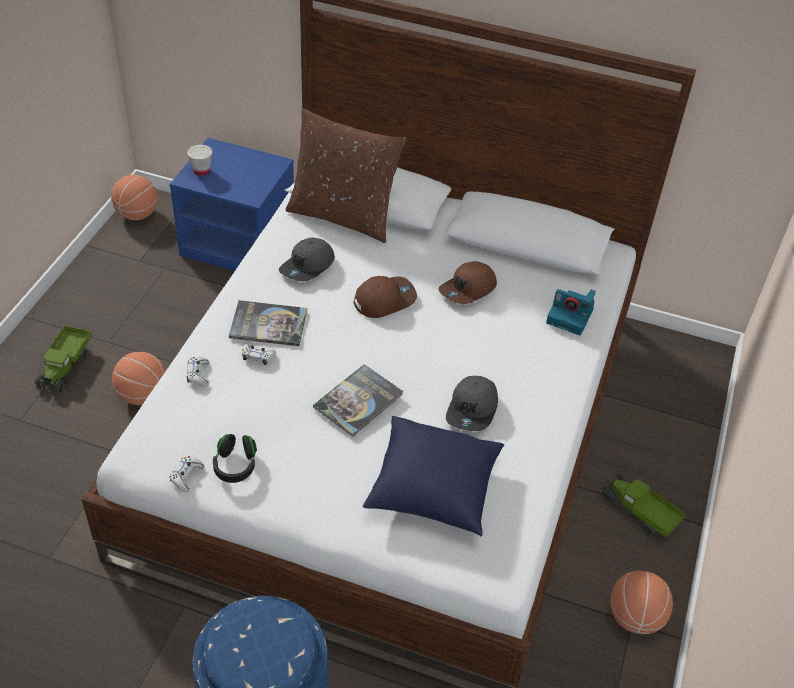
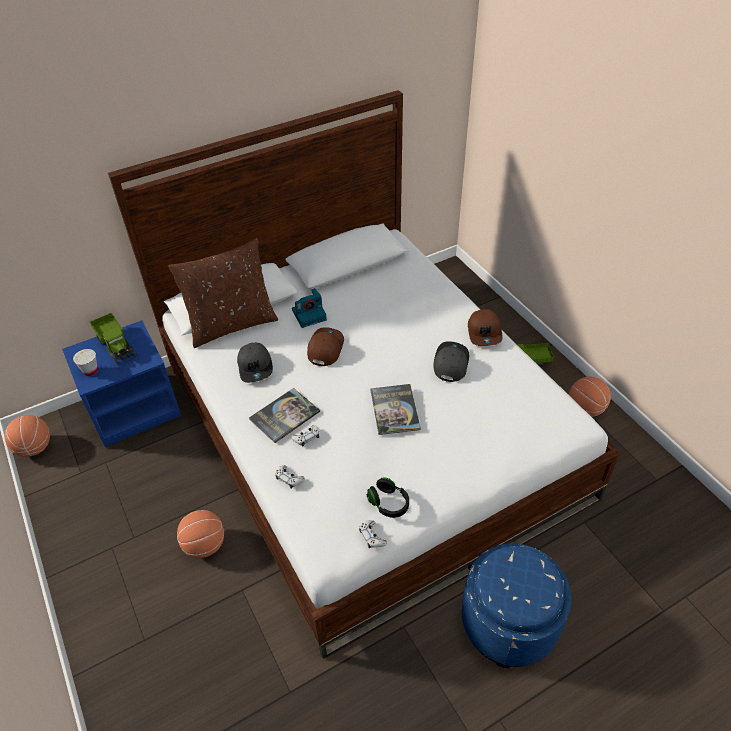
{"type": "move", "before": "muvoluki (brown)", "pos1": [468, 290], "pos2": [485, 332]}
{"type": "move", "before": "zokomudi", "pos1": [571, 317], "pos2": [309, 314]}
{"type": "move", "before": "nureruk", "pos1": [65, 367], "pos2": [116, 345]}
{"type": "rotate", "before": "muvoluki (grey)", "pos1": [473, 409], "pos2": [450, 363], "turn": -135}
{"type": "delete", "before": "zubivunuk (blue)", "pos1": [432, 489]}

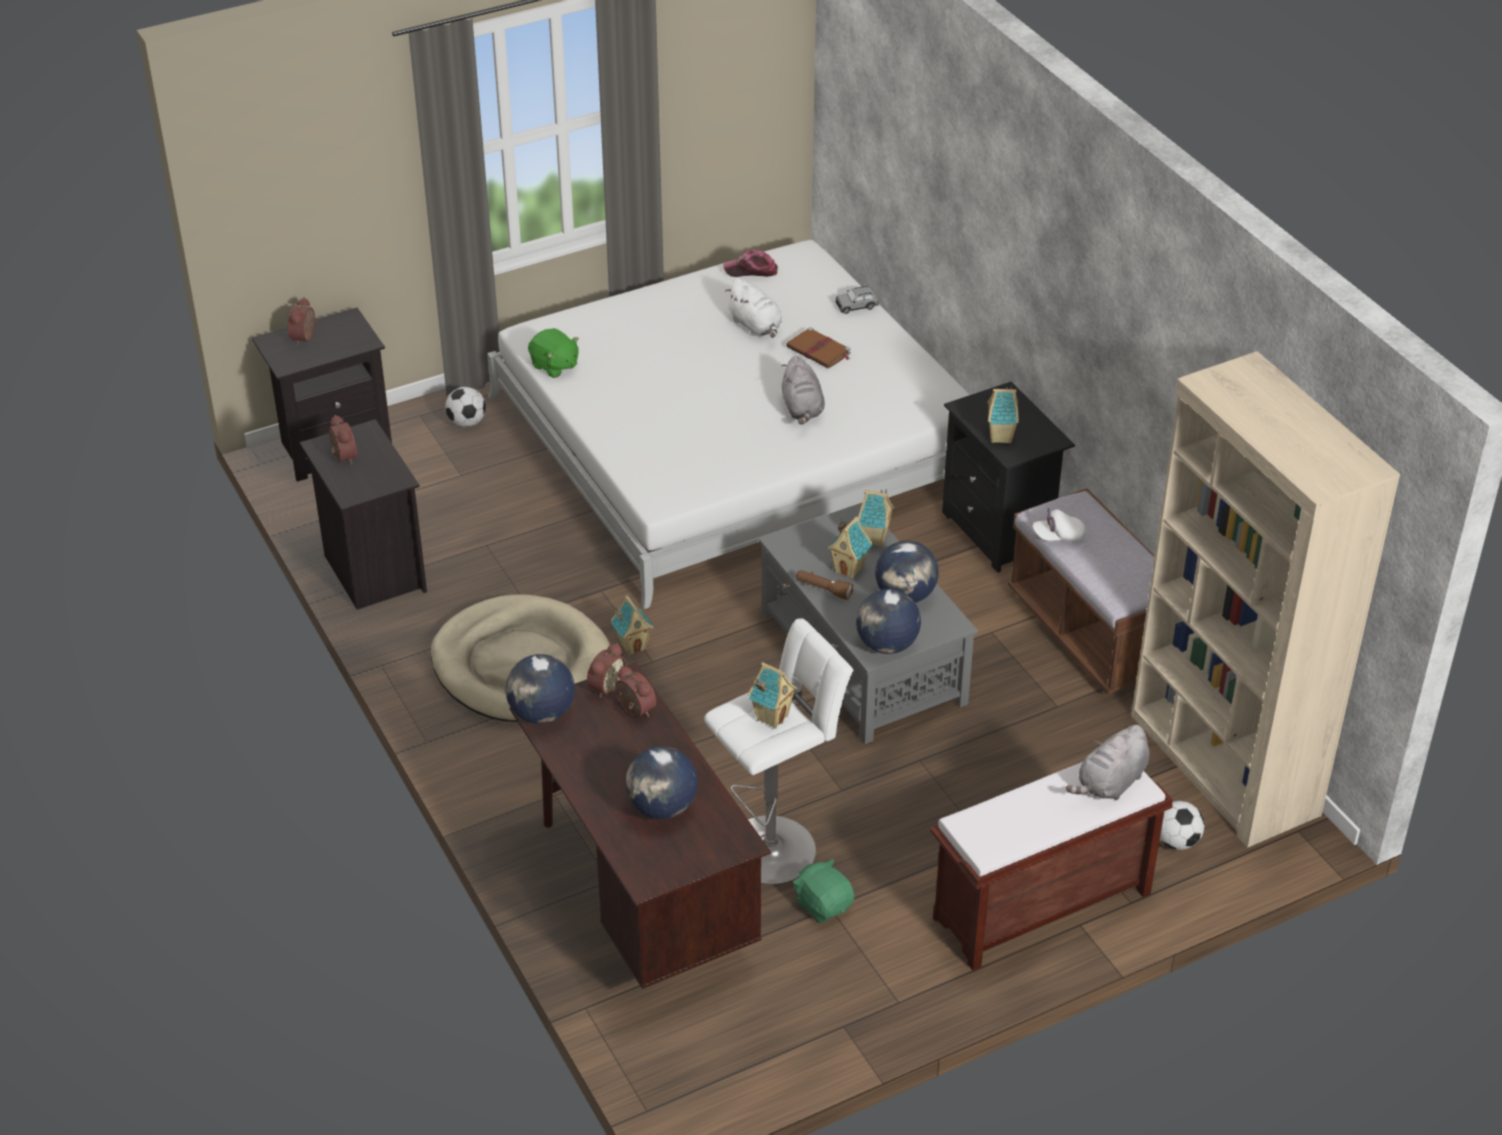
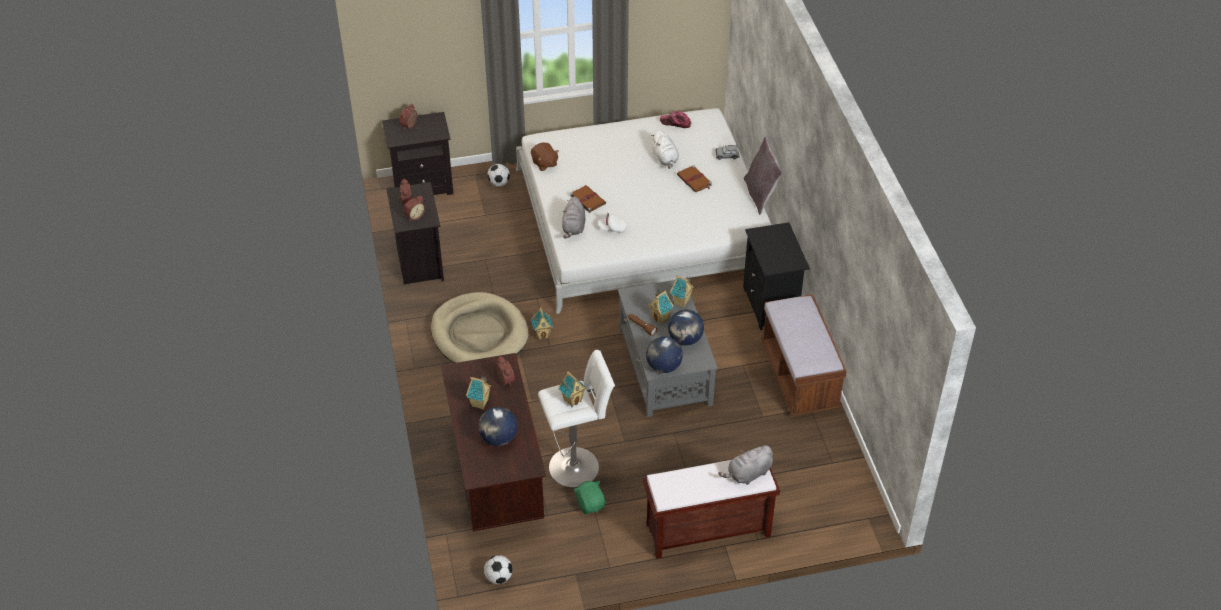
{"type": "recolor", "before": "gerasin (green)", "after": "gerasin (brown)", "pos1": [554, 366], "pos2": [544, 163]}
{"type": "delete", "before": "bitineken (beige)", "pos1": [1223, 766]}
{"type": "move", "before": "gerasin (grey)", "pos1": [802, 409], "pos2": [573, 227]}
{"type": "move", "before": "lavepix", "pos1": [1001, 437], "pos2": [480, 404]}
{"type": "move", "before": "muvoluki (white)", "pos1": [1058, 536], "pos2": [612, 228]}
{"type": "move", "before": "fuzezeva", "pos1": [605, 686], "pos2": [414, 216]}
{"type": "delete", "before": "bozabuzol", "pos1": [541, 713]}
{"type": "move", "before": "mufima", "pos1": [1176, 841], "pos2": [499, 577]}
{"type": "insert", "after": "zubivunuk (grey)", "pos2": [760, 195]}
{"type": "insert", "after": "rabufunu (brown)", "pos2": [587, 199]}

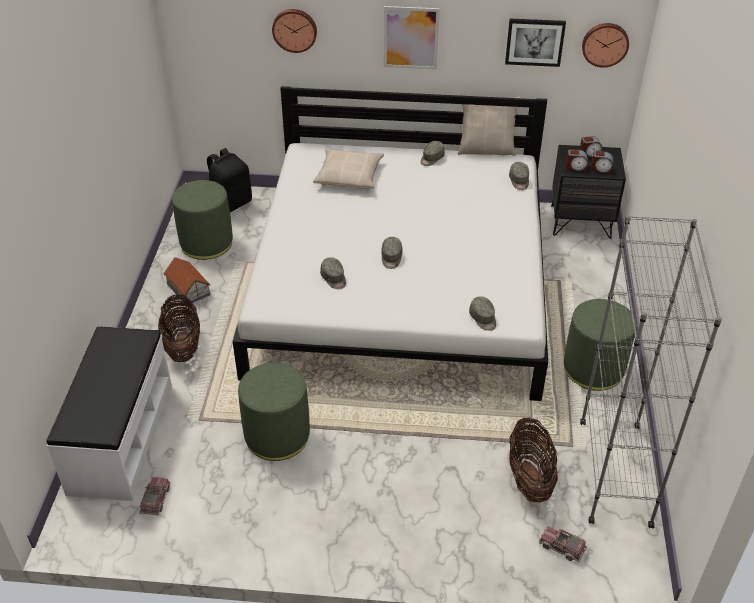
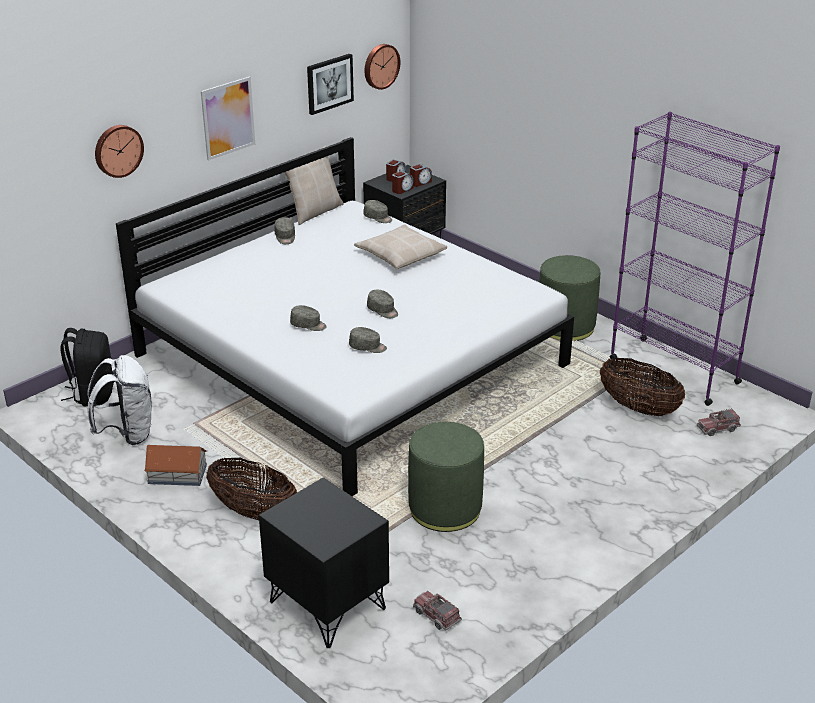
{"type": "move", "before": "zubivunuk (beige)", "pos1": [349, 175], "pos2": [400, 255]}
{"type": "replace", "before": "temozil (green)", "after": "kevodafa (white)", "pos1": [206, 243], "pos2": [127, 434]}
{"type": "recolor", "before": "bitineken (grey)", "after": "bitineken (purple)", "pos1": [615, 471], "pos2": [673, 370]}
{"type": "move", "before": "muvoluki (grey)", "pos1": [483, 319], "pos2": [308, 325]}
{"type": "replace", "before": "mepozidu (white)", "after": "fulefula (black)", "pos1": [120, 437], "pos2": [326, 606]}

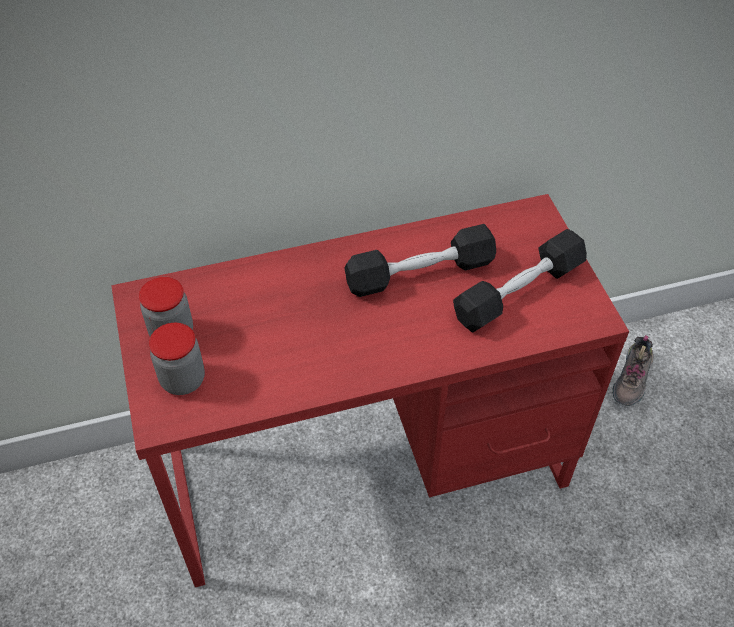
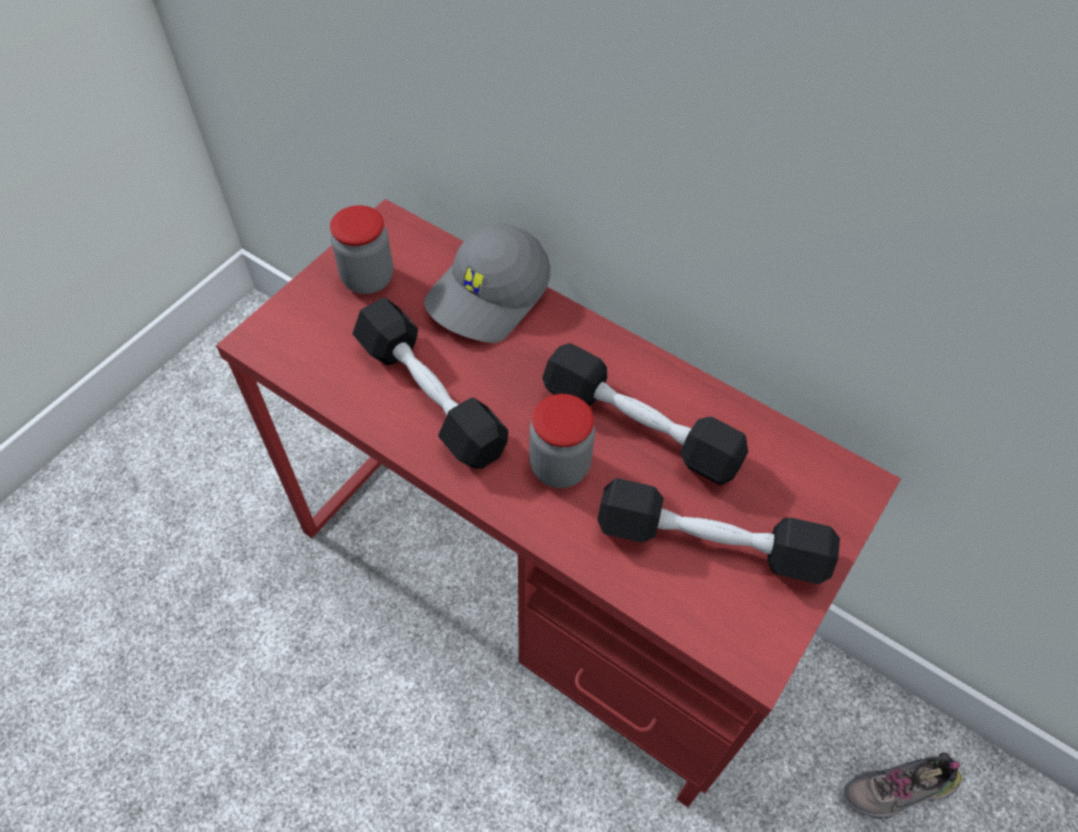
{"type": "move", "before": "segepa", "pos1": [183, 380], "pos2": [559, 466]}
{"type": "insert", "after": "muvoluki (grey)", "pos2": [489, 296]}
{"type": "insert", "after": "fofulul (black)", "pos2": [430, 396]}

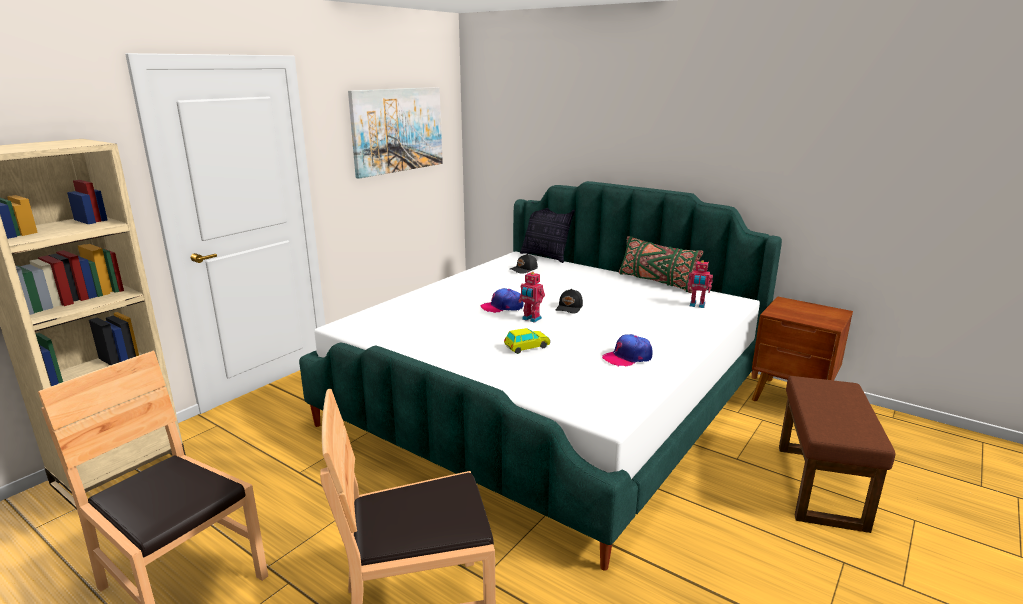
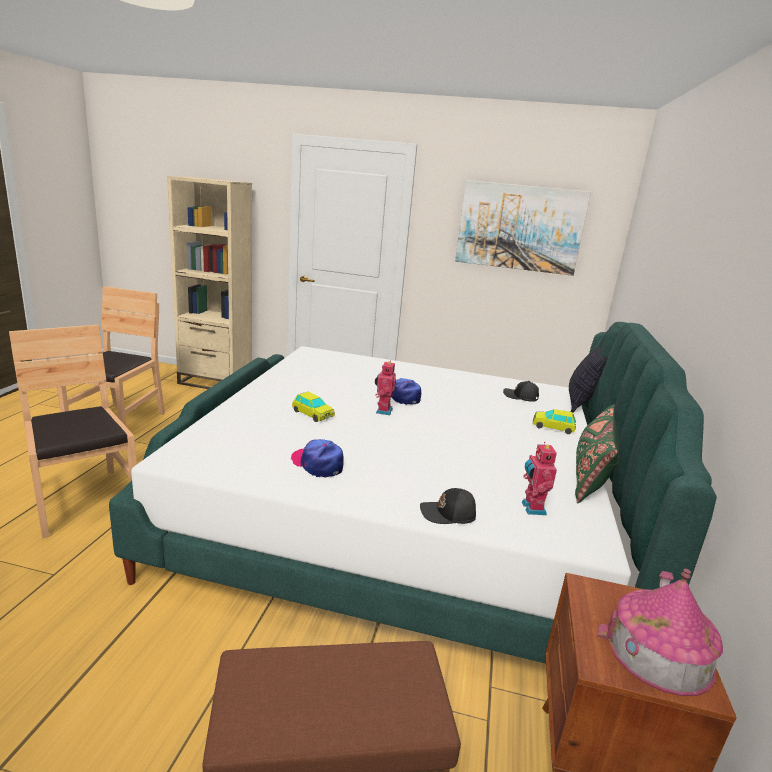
{"type": "move", "before": "muvoluki (black)", "pos1": [569, 308], "pos2": [448, 514]}
{"type": "insert", "after": "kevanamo", "pos2": [553, 427]}
{"type": "insert", "after": "lavepix", "pos2": [659, 651]}

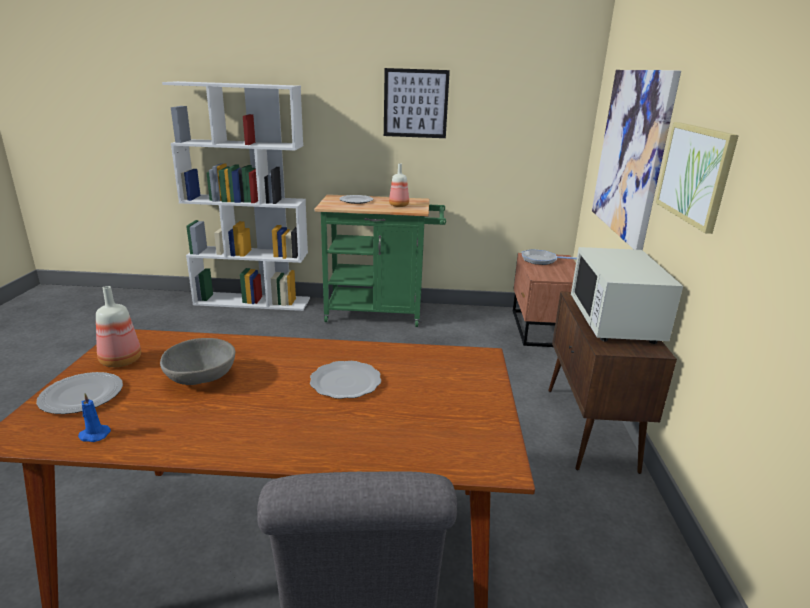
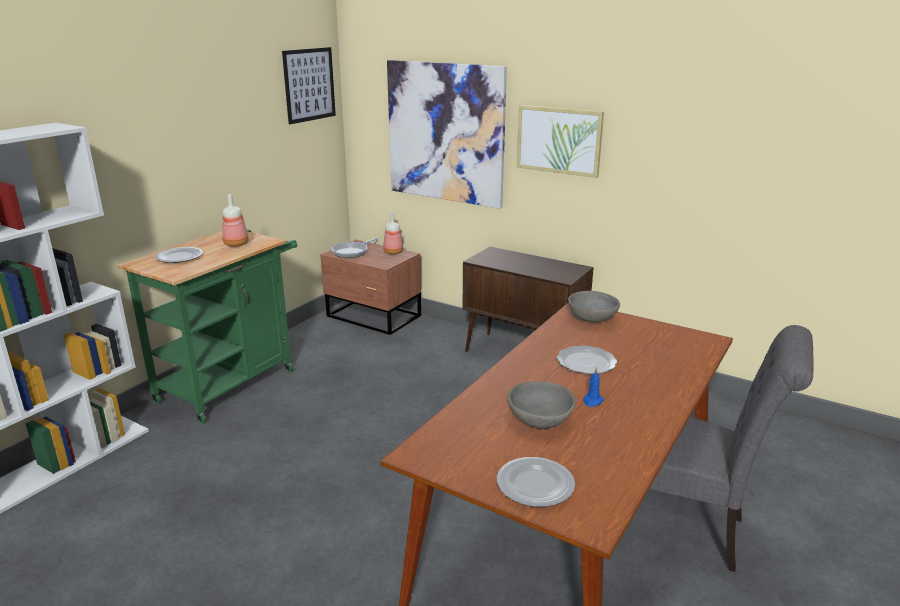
{"type": "move", "before": "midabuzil", "pos1": [415, 103], "pos2": [309, 85]}
{"type": "delete", "before": "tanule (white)", "pos1": [615, 321]}
{"type": "move", "before": "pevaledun", "pos1": [120, 361], "pos2": [393, 252]}
{"type": "move", "before": "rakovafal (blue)", "pos1": [93, 435], "pos2": [592, 401]}
{"type": "insert", "after": "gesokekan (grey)", "pos2": [593, 318]}

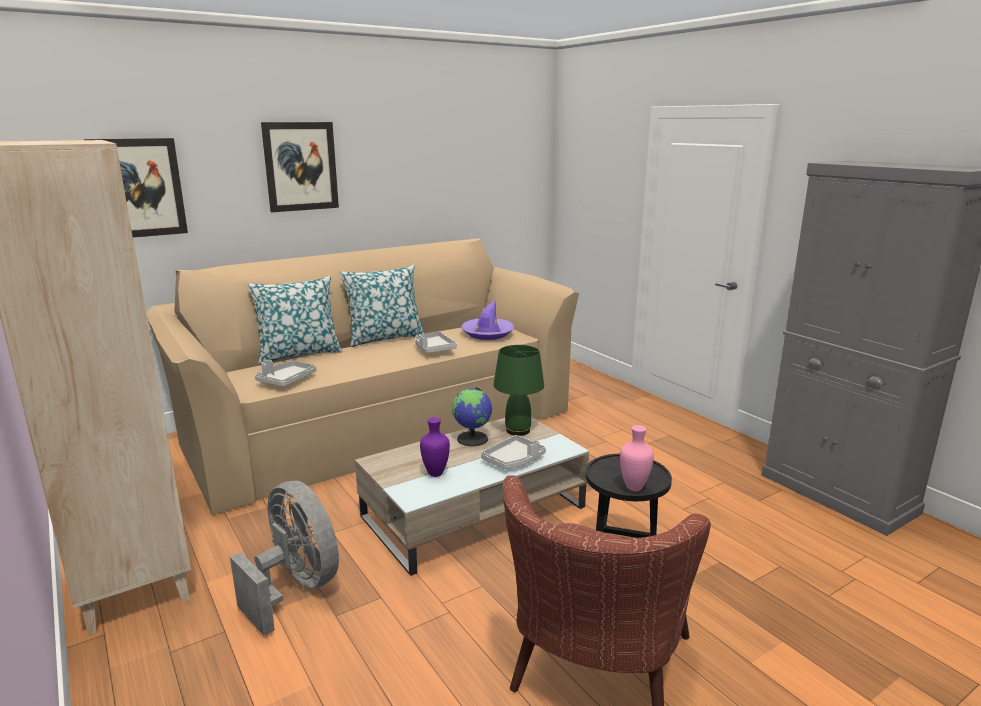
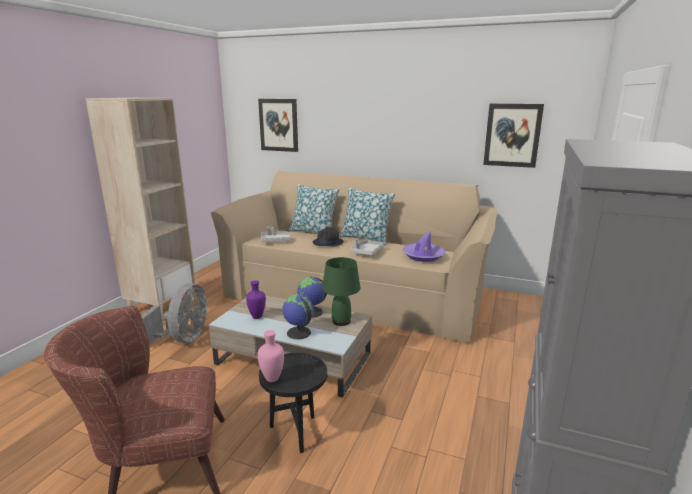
{"type": "move", "before": "midabuzil", "pos1": [300, 166], "pos2": [512, 135]}
{"type": "replace", "before": "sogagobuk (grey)", "after": "bozabuzol", "pos1": [514, 460], "pos2": [298, 333]}
{"type": "insert", "after": "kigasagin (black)", "pos2": [328, 242]}

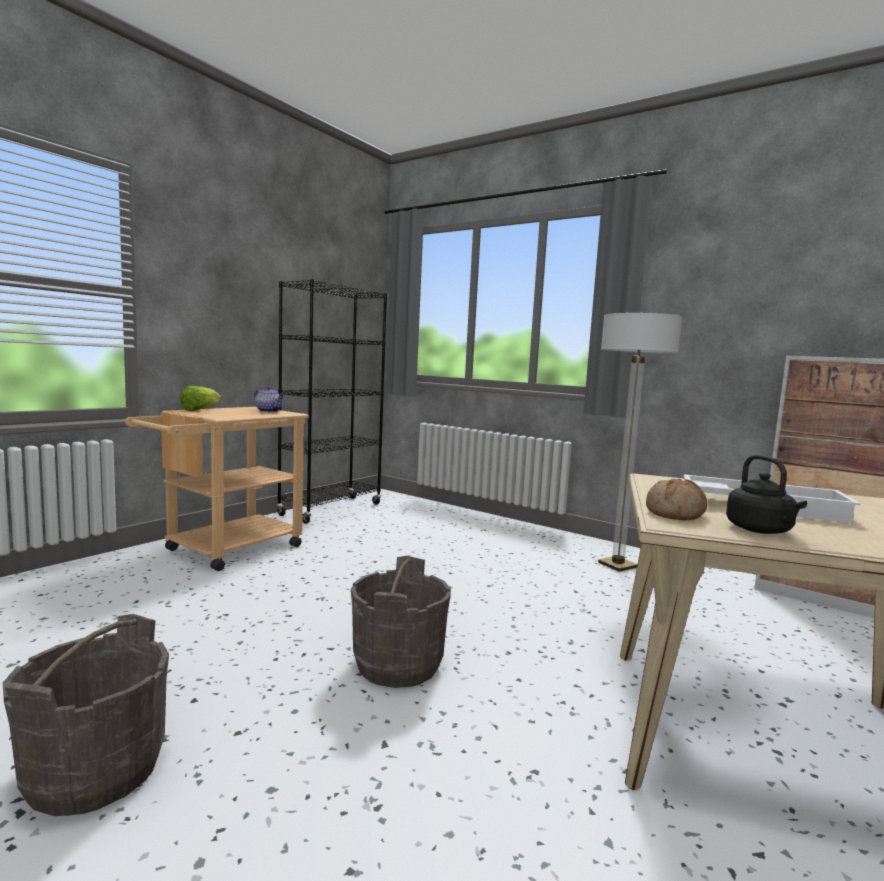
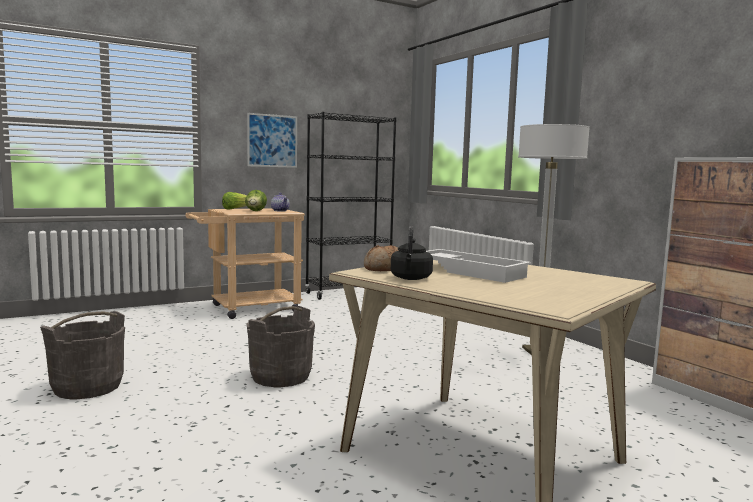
{"type": "insert", "after": "midabuzil", "pos2": [272, 141]}
{"type": "insert", "after": "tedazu", "pos2": [256, 211]}

